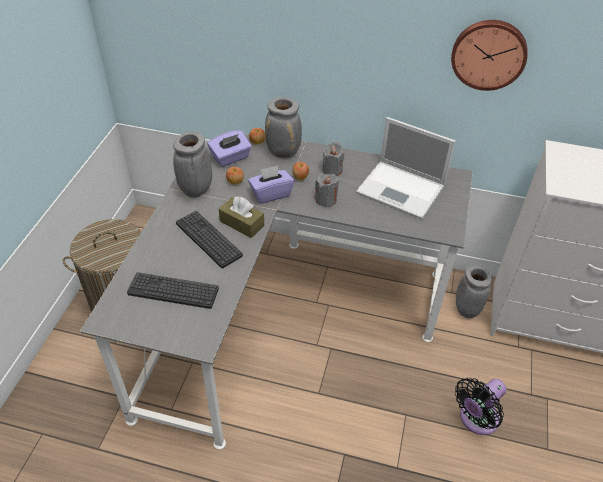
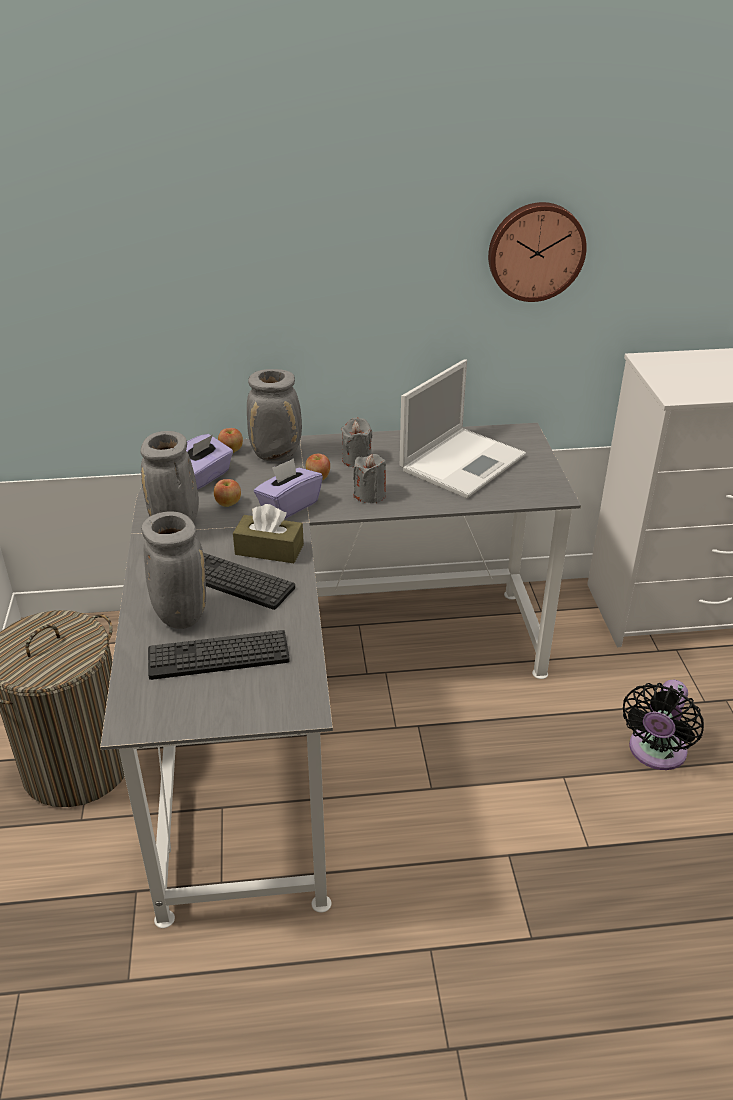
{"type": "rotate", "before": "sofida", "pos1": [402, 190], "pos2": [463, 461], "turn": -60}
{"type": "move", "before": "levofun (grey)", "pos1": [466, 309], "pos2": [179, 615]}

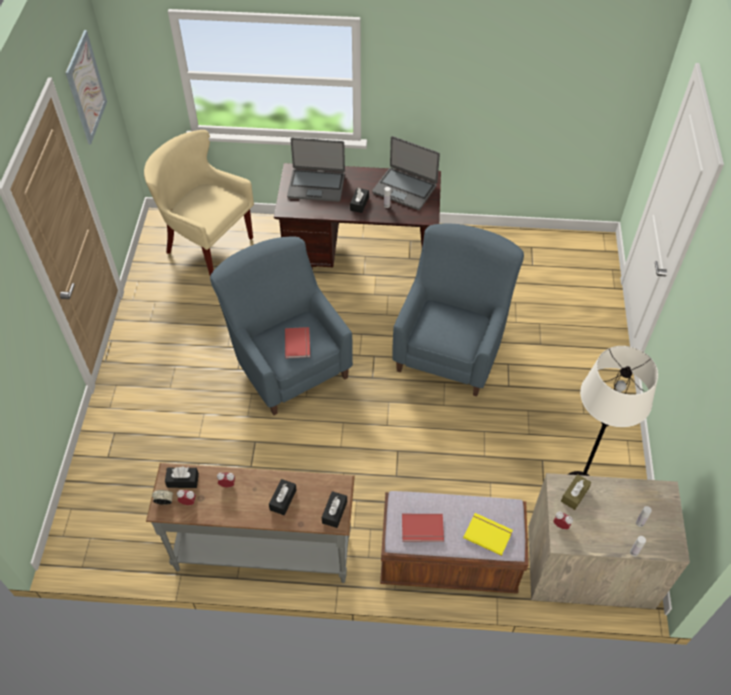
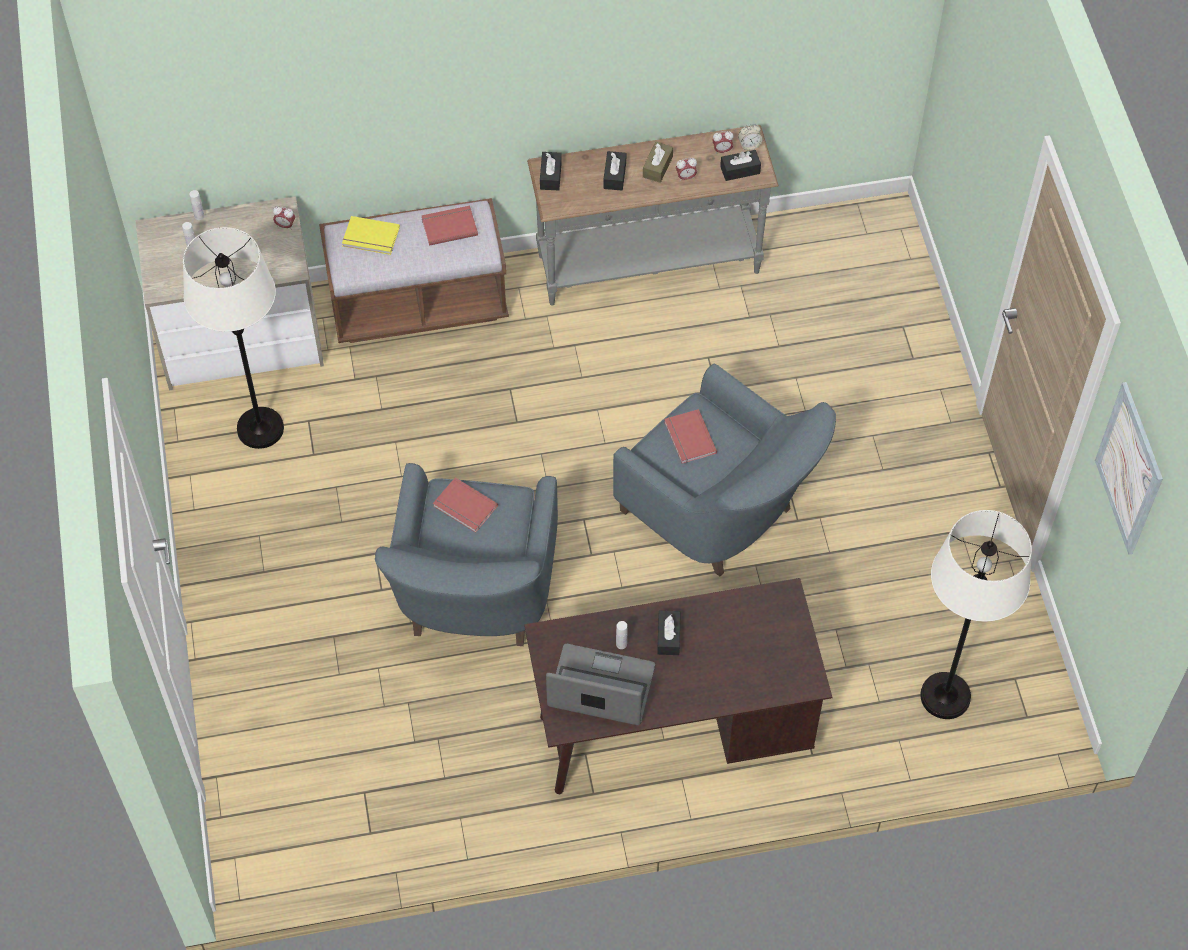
{"type": "replace", "before": "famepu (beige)", "after": "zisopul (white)", "pos1": [208, 244], "pos2": [945, 697]}
{"type": "delete", "before": "sofida", "pos1": [316, 185]}
{"type": "move", "before": "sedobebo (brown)", "pos1": [574, 495], "pos2": [657, 167]}
{"type": "insert", "after": "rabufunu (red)", "pos2": [464, 507]}

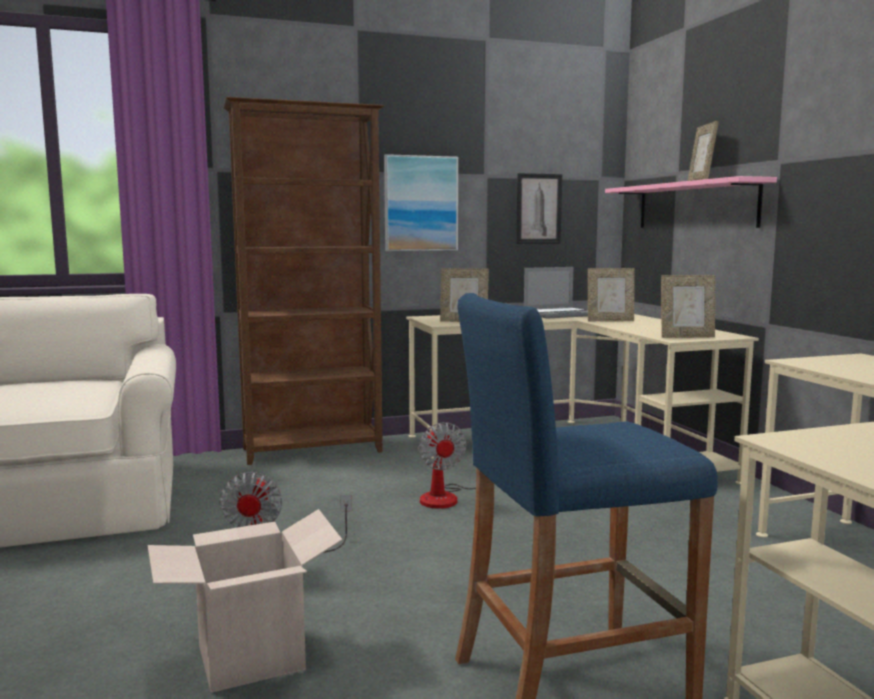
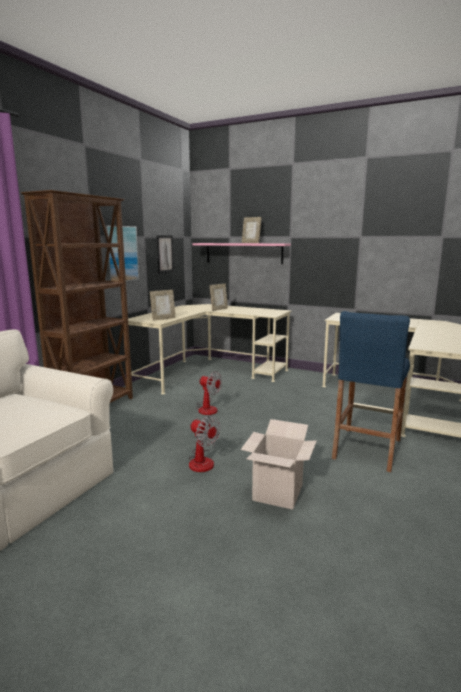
{"type": "delete", "before": "sofida", "pos1": [559, 314]}
{"type": "delete", "before": "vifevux", "pos1": [686, 337]}

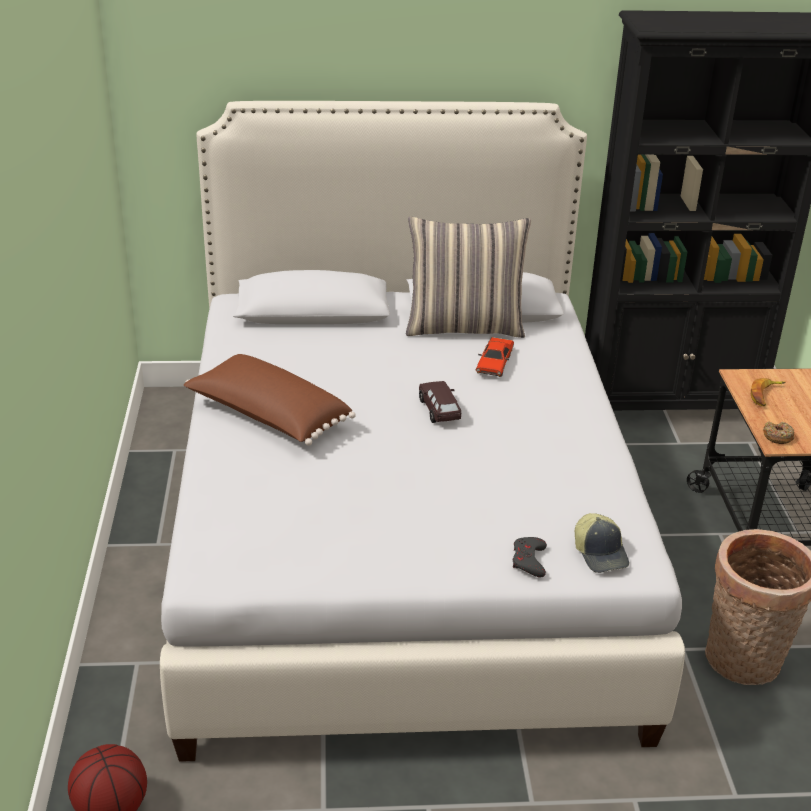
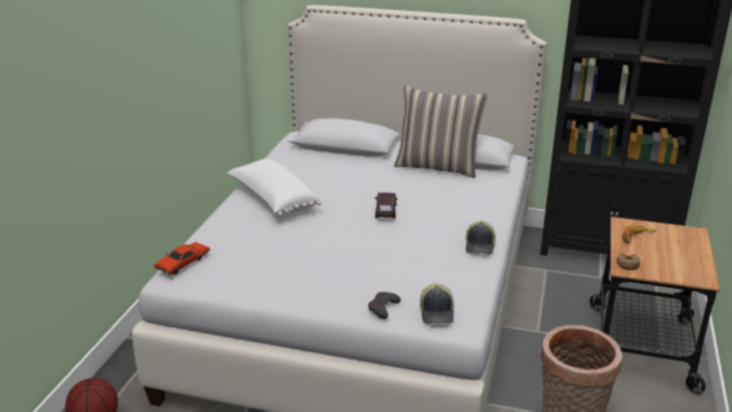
{"type": "move", "before": "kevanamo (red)", "pos1": [494, 363], "pos2": [183, 263]}
{"type": "recolor", "before": "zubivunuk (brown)", "after": "zubivunuk (white)", "pos1": [268, 417], "pos2": [273, 199]}
{"type": "insert", "after": "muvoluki", "pos2": [480, 245]}

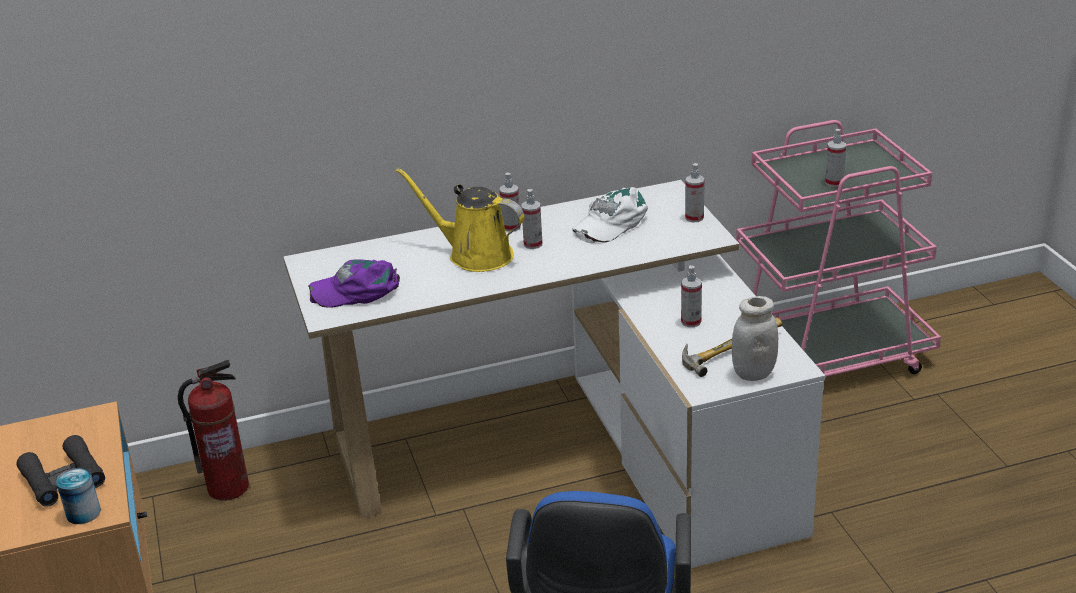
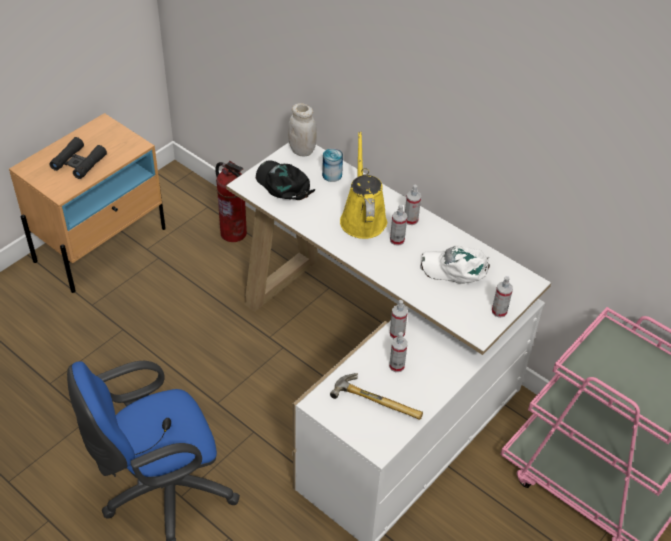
{"type": "move", "before": "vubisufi", "pos1": [834, 182], "pos2": [397, 334]}
{"type": "recolor", "before": "muvoluki (purple)", "after": "muvoluki (black)", "pos1": [357, 290], "pos2": [283, 184]}
{"type": "move", "before": "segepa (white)", "pos1": [753, 373], "pos2": [302, 150]}
{"type": "move", "before": "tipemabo", "pos1": [83, 513], "pos2": [332, 175]}

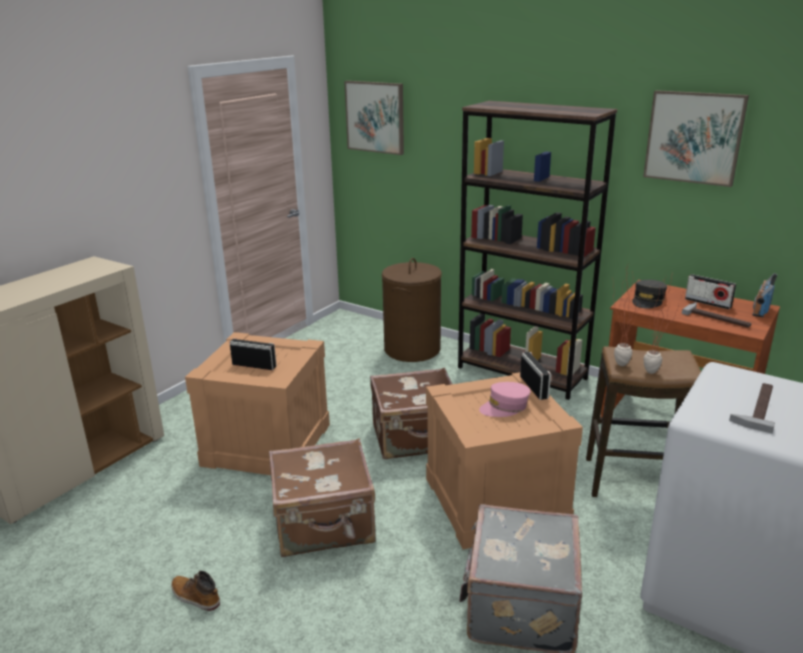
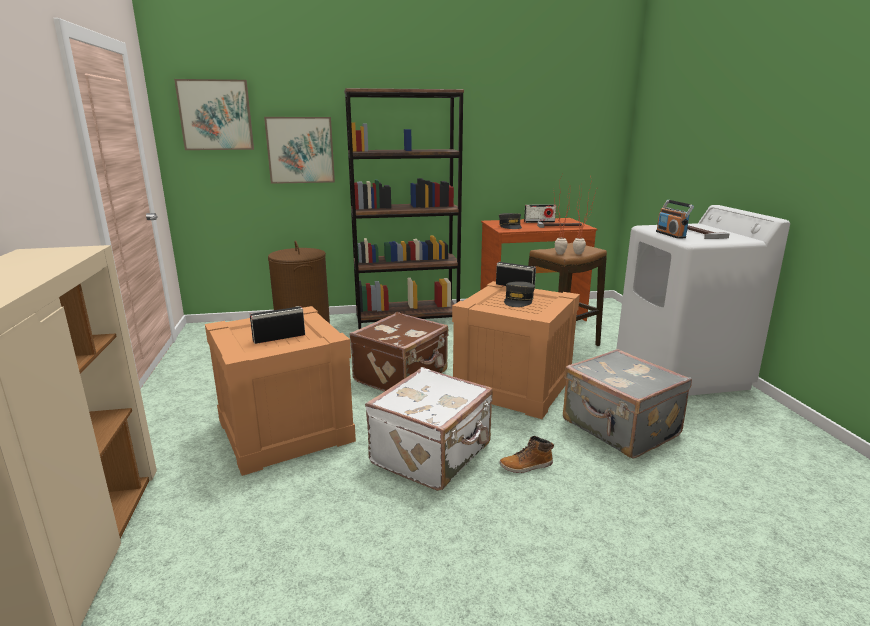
{"type": "move", "before": "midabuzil", "pos1": [694, 137], "pos2": [300, 150]}
{"type": "move", "before": "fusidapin", "pos1": [761, 310], "pos2": [671, 235]}
{"type": "recolor", "before": "muvoluki (pink)", "after": "muvoluki (grey)", "pos1": [505, 407], "pos2": [518, 300]}
{"type": "recolor", "before": "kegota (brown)", "after": "kegota (white)", "pos1": [324, 525], "pos2": [433, 454]}
{"type": "move", "before": "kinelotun", "pos1": [195, 597], "pos2": [526, 466]}

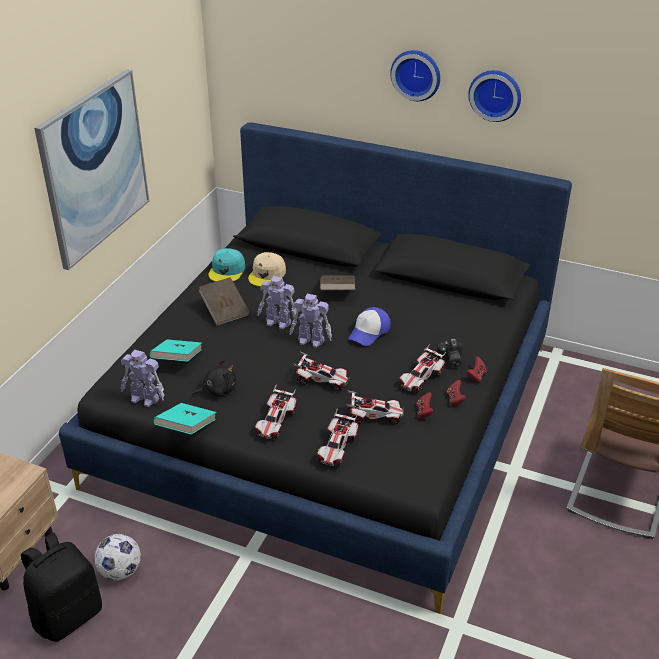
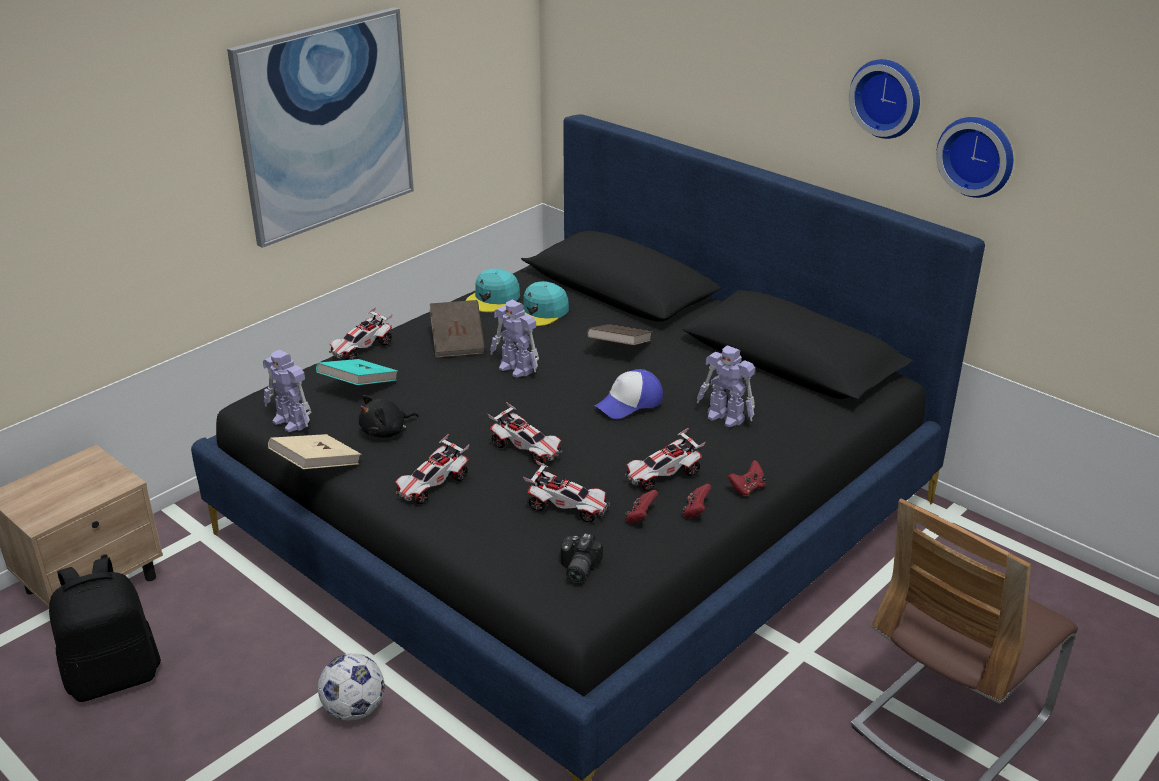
{"type": "move", "before": "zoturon", "pos1": [416, 74], "pos2": [977, 155]}
{"type": "recolor", "before": "muvoluki (beige)", "after": "muvoluki (turquoise)", "pos1": [267, 274], "pos2": [541, 312]}
{"type": "move", "before": "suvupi", "pos1": [311, 341], "pos2": [726, 418]}
{"type": "move", "before": "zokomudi", "pos1": [450, 360], "pos2": [576, 569]}
{"type": "rotate", "before": "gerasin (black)", "pos1": [218, 390], "pos2": [386, 431], "turn": 150}
{"type": "recolor", "before": "rabufunu (turquoise)", "after": "rabufunu (beige)", "pos1": [186, 428], "pos2": [317, 467]}
{"type": "move", "before": "kevanamo", "pos1": [337, 449], "pos2": [362, 349]}
{"type": "move", "before": "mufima", "pos1": [120, 571], "pos2": [354, 709]}

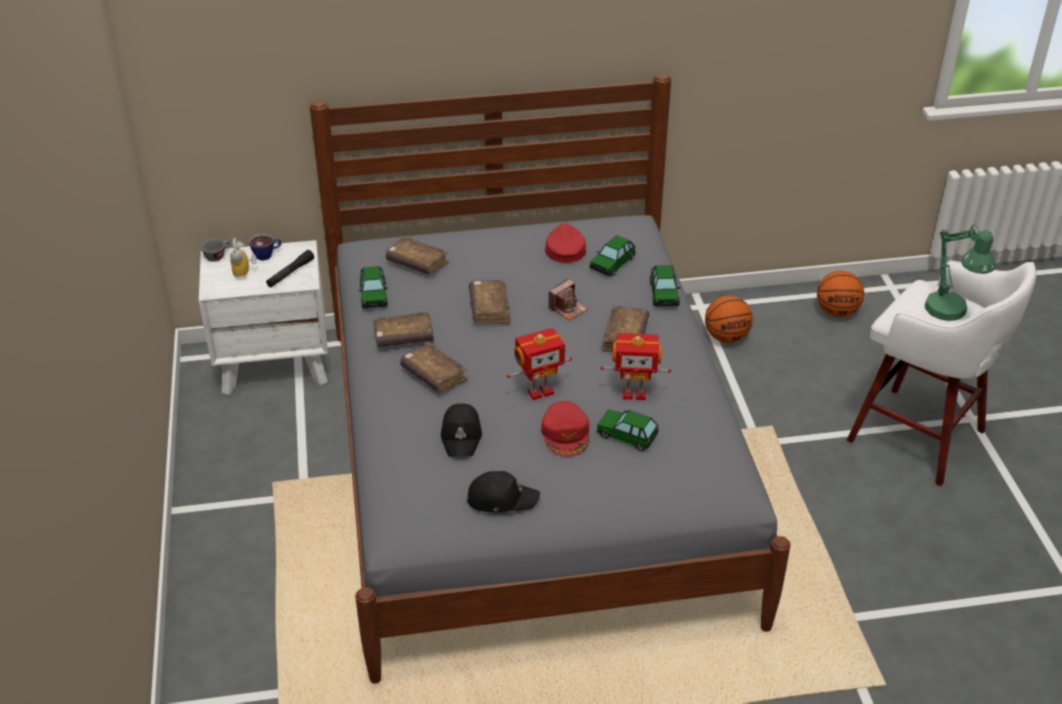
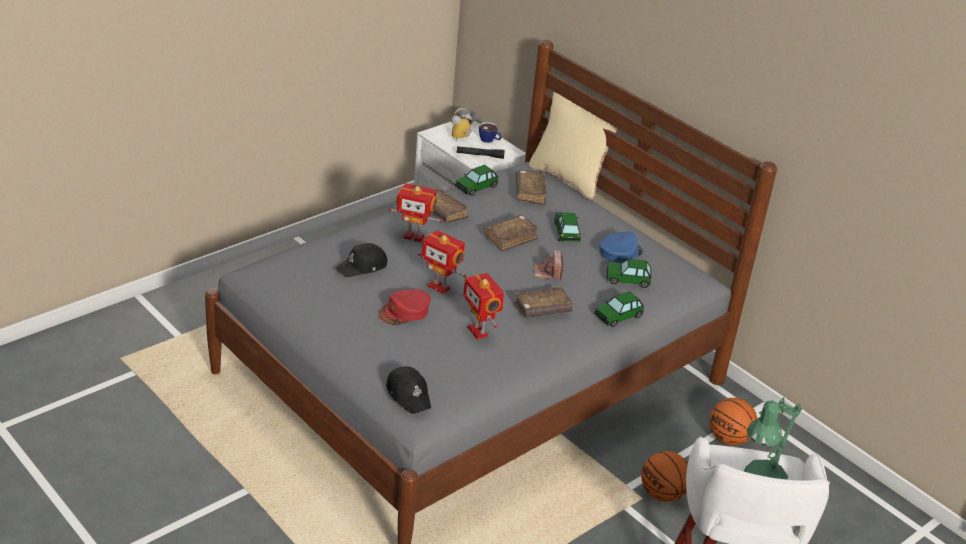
{"type": "recolor", "before": "muvoluki (red)", "after": "muvoluki (blue)", "pos1": [564, 249], "pos2": [620, 251]}
{"type": "move", "before": "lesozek", "pos1": [837, 311], "pos2": [662, 494]}
{"type": "rotate", "before": "zokomudi", "pos1": [568, 308], "pos2": [548, 273], "turn": 75}
{"type": "replace", "before": "rabufunu (brown)", "after": "suvupi", "pos1": [434, 375], "pos2": [414, 236]}
{"type": "move", "before": "kevanamo", "pos1": [627, 435], "pos2": [566, 232]}
{"type": "move", "before": "muvoluki (black)", "pos1": [501, 498], "pos2": [409, 395]}
{"type": "insert", "after": "zubivunuk (beige)", "pos2": [568, 179]}

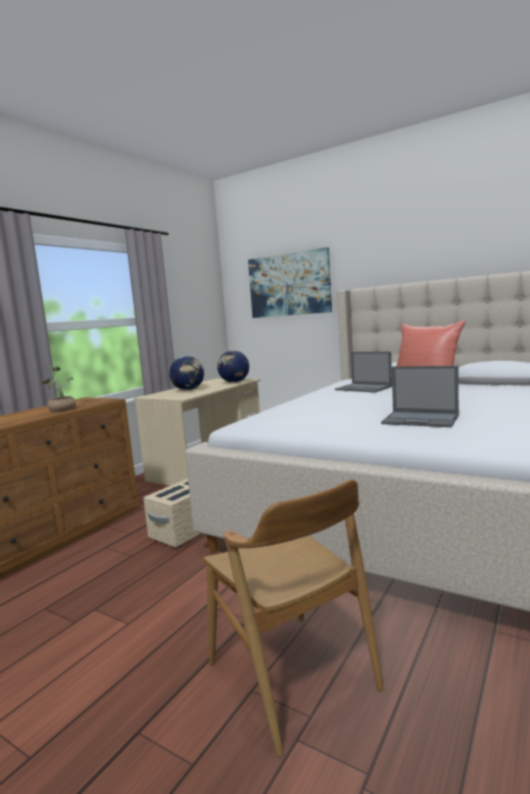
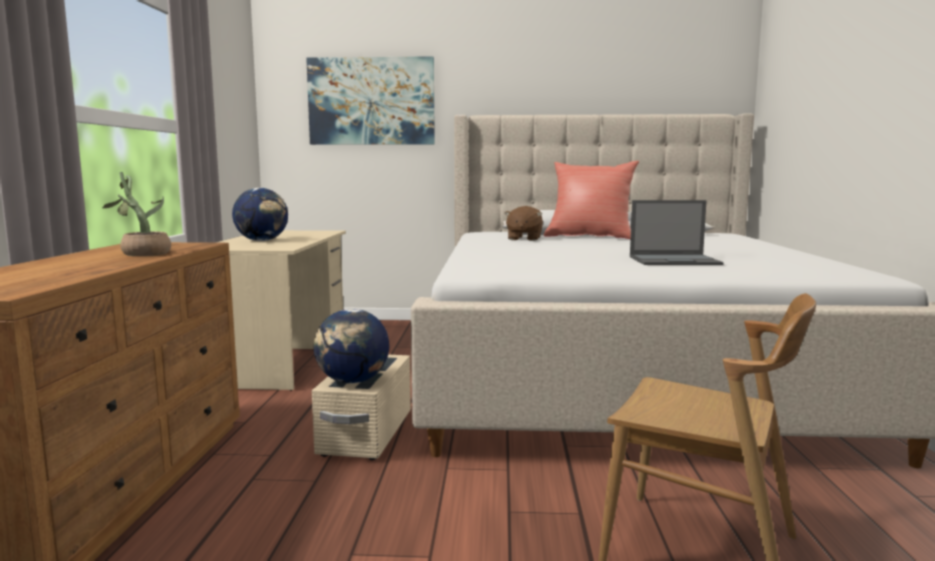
{"type": "move", "before": "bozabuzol", "pos1": [234, 382], "pos2": [352, 381]}
{"type": "replace", "before": "sofida", "after": "gerasin (brown)", "pos1": [364, 388], "pos2": [524, 239]}

